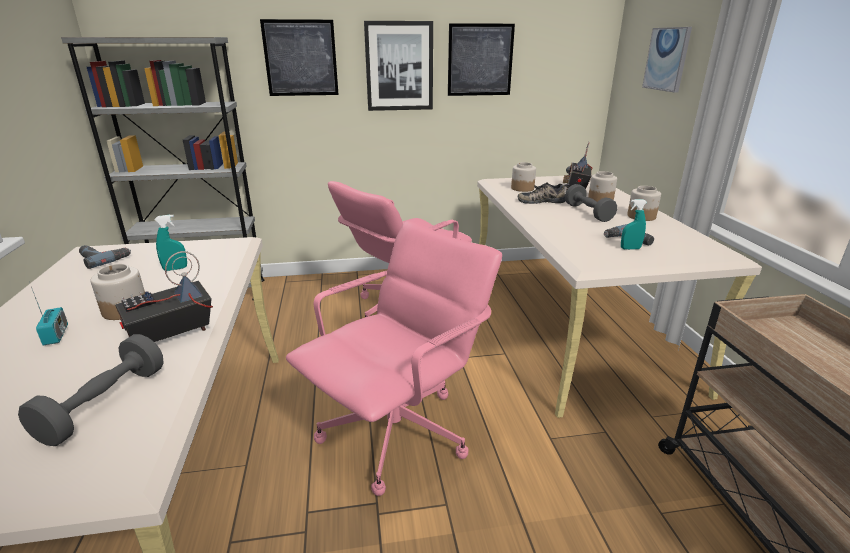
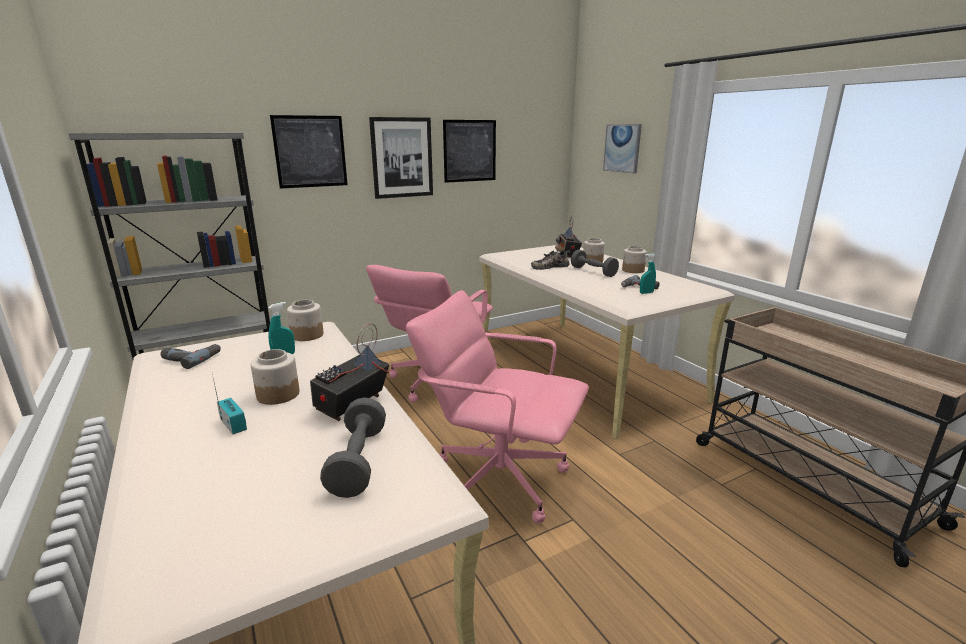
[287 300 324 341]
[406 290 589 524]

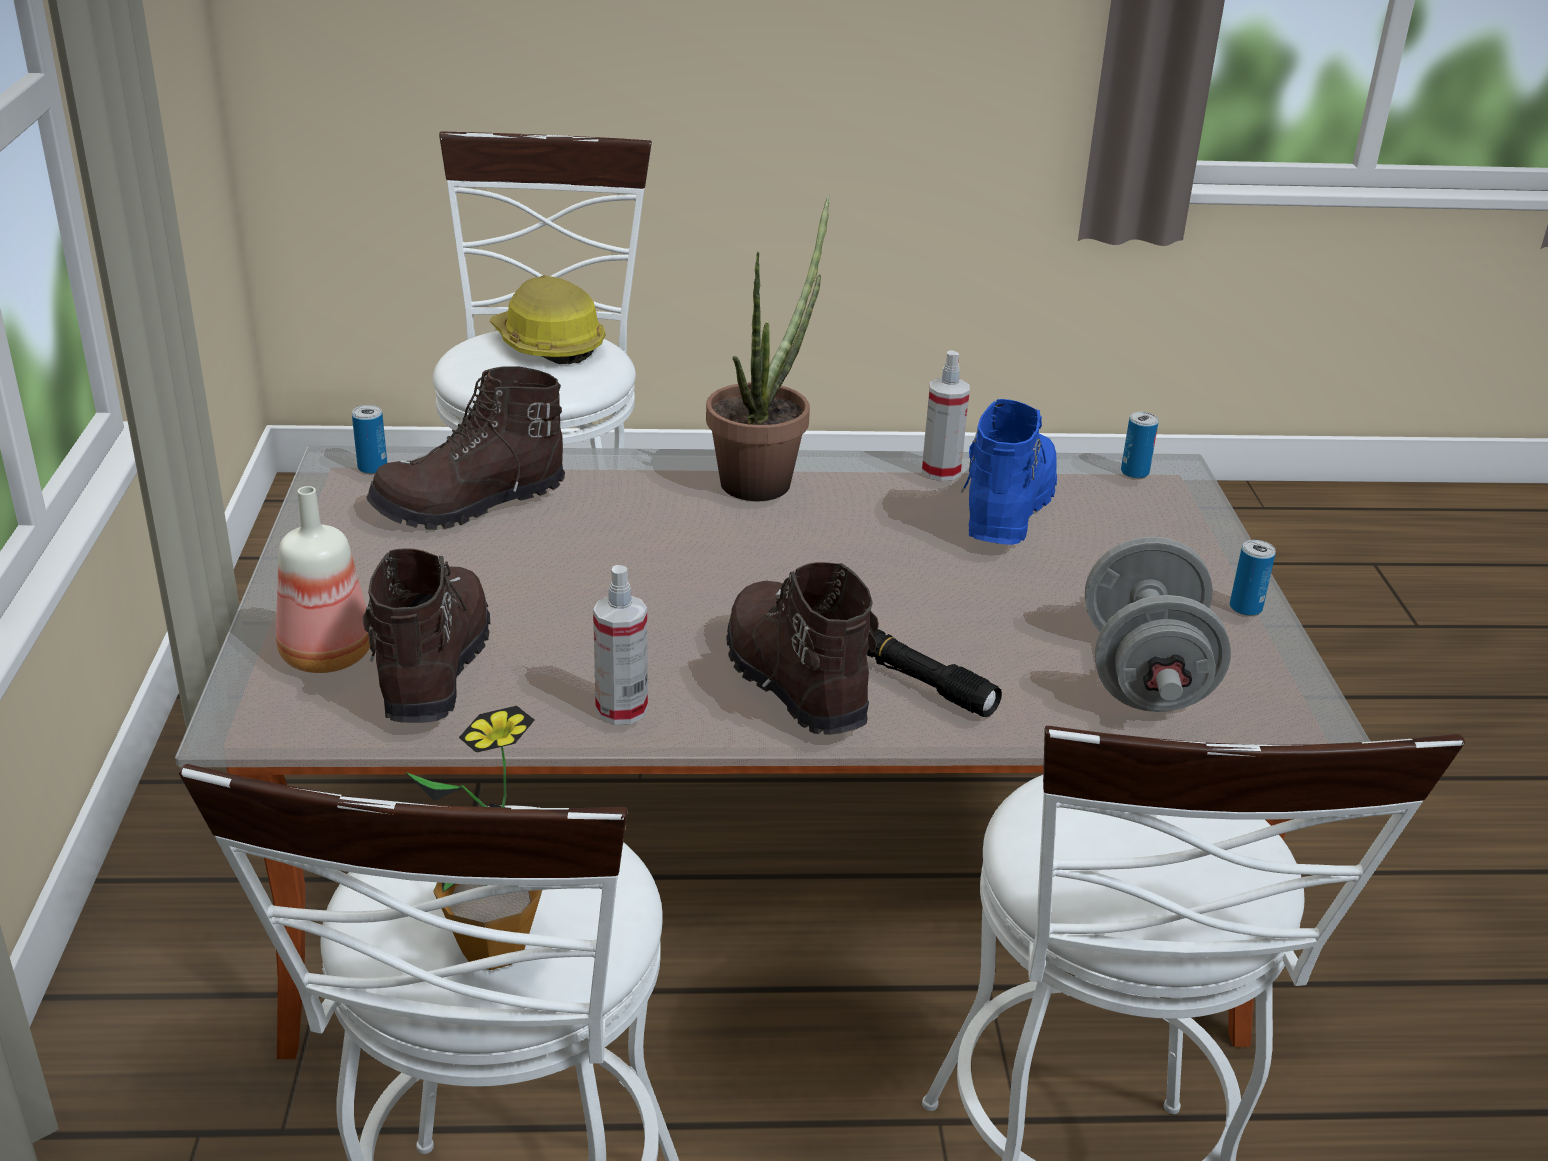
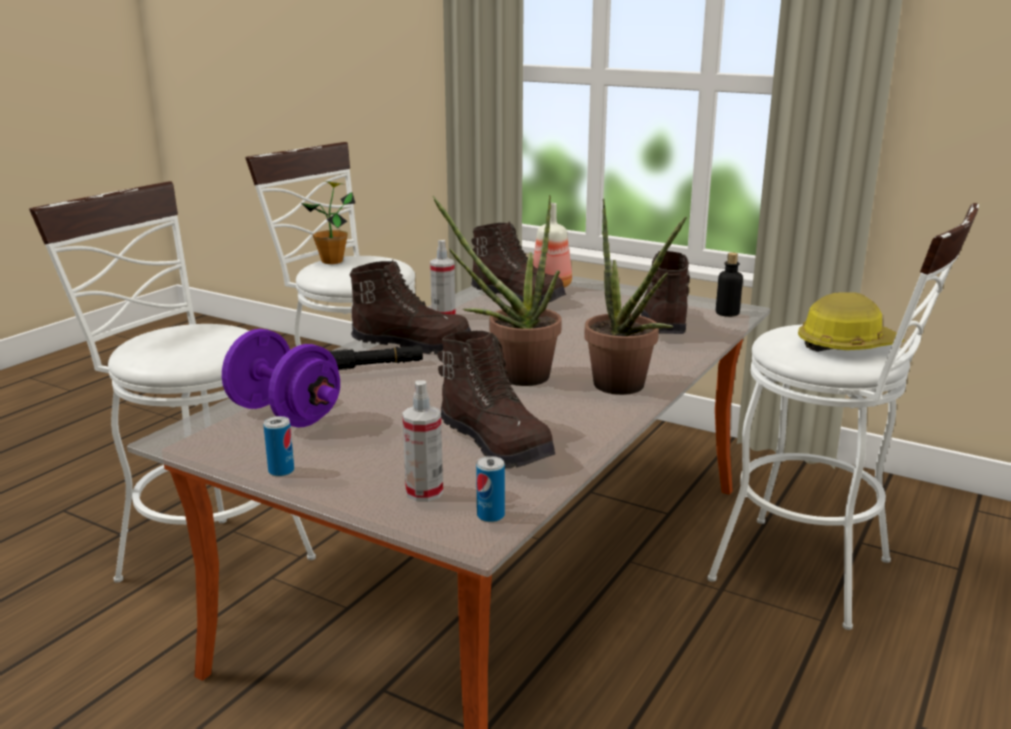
[222 329 340 427]
[402 381 443 502]
[432 195 562 386]
[437 331 555 469]
[716 252 743 317]

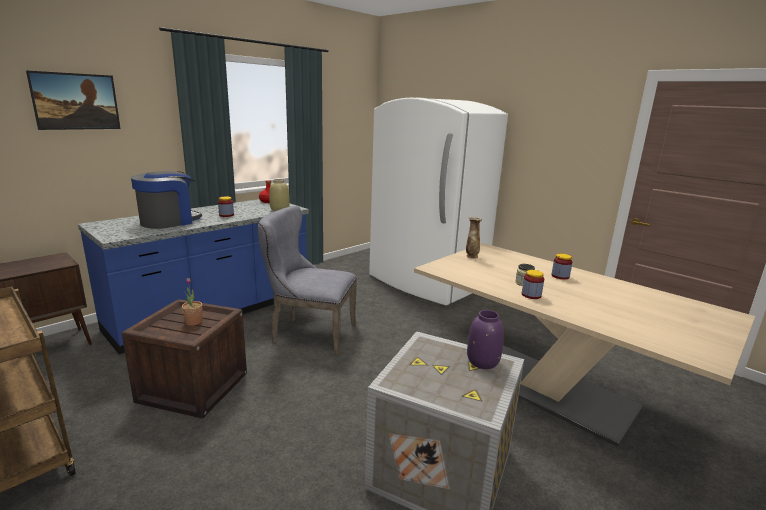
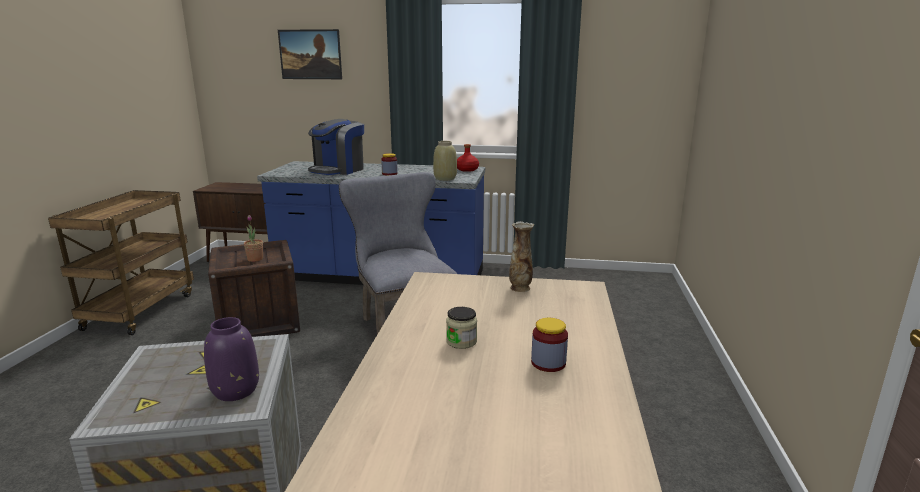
[308 119 364 175]
[369 98 508 305] (first image)
[522 270 544 299] (first image)

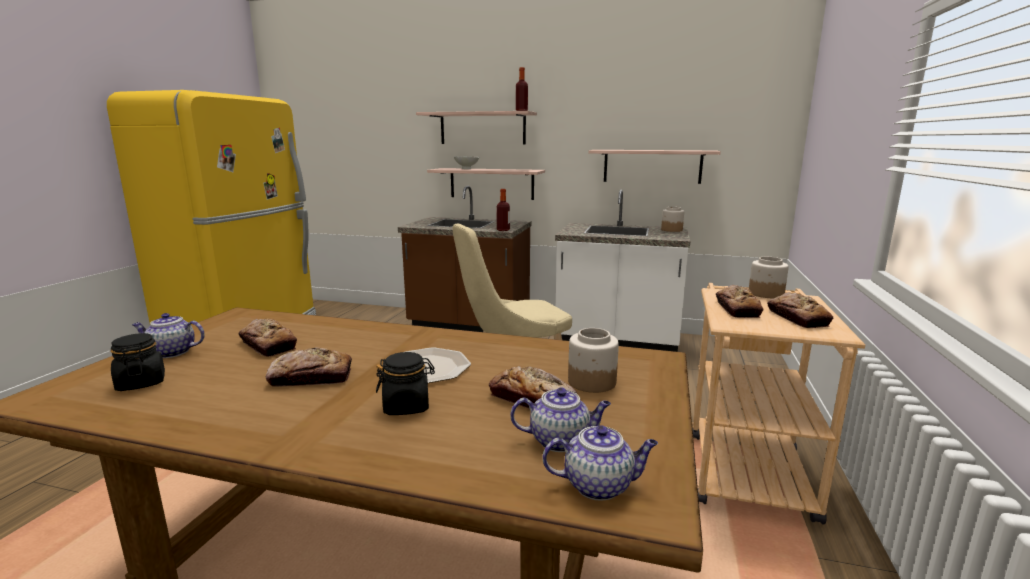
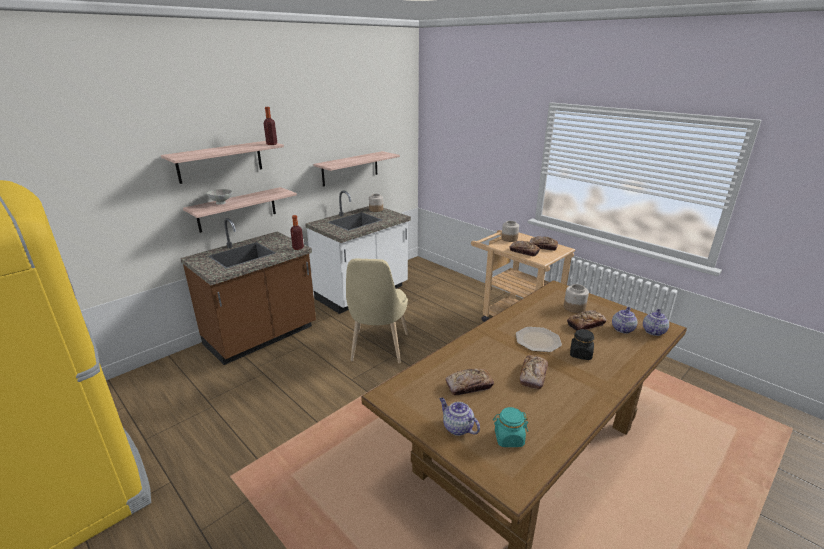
[440 398 480 436]
[493 407 528 447]

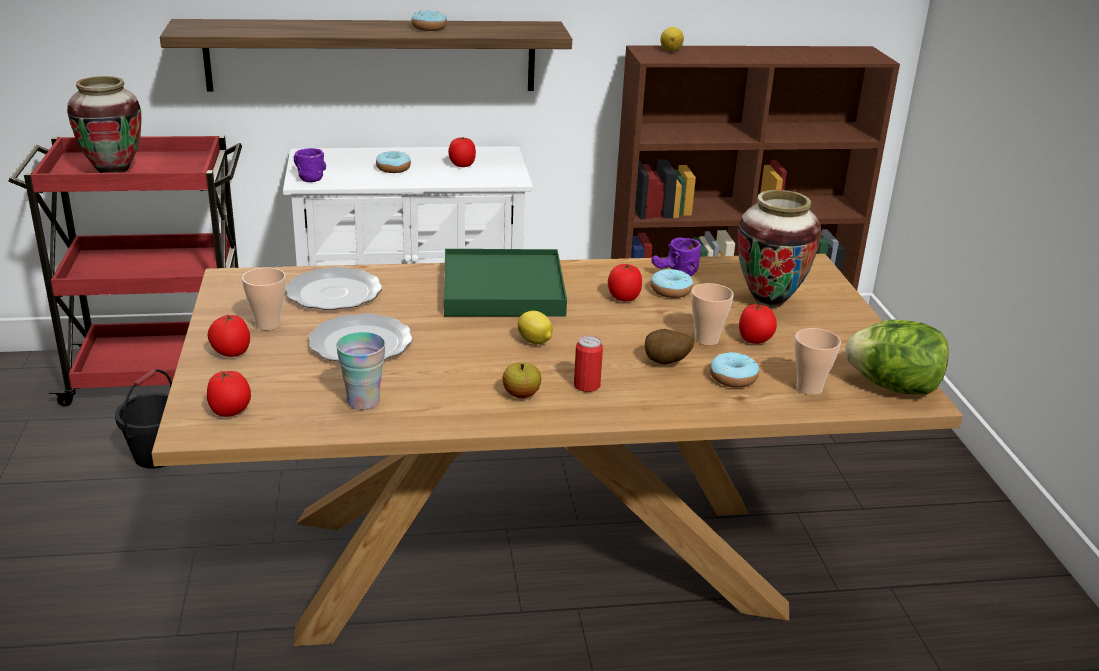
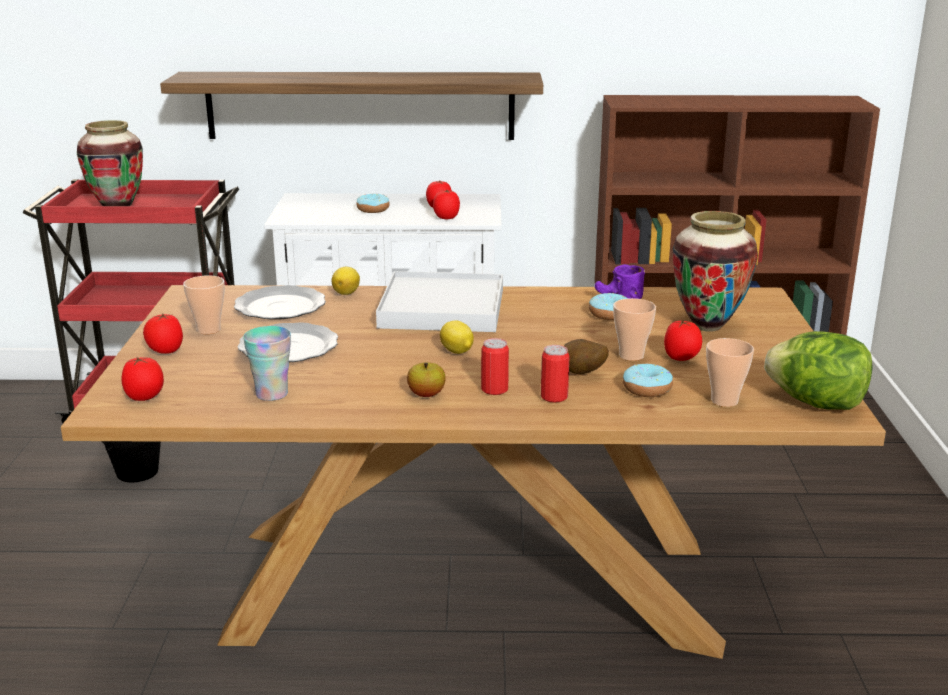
[332 267 360 295]
[376 271 503 332]
[433 190 460 219]
[541 345 570 403]
[294 148 326 182] (first image)
[411 10 447 31] (first image)

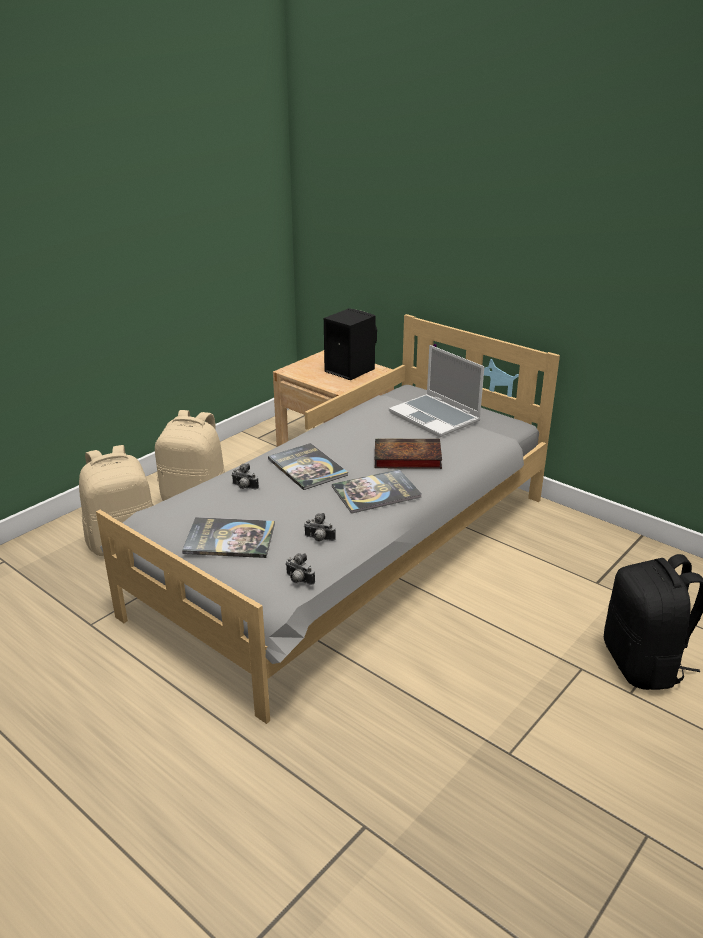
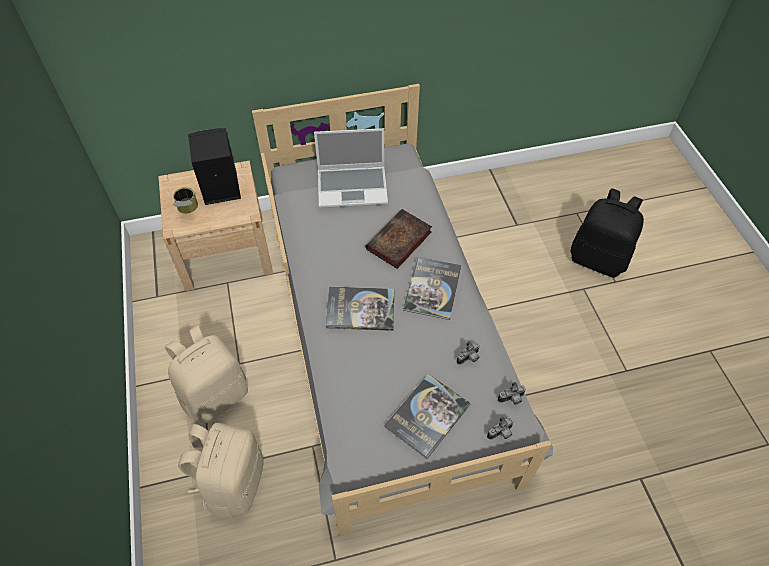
[173 187 198 214]
[487 417 514 440]

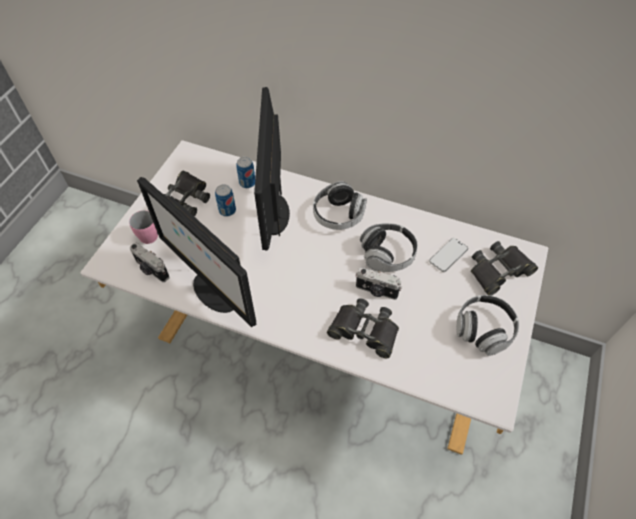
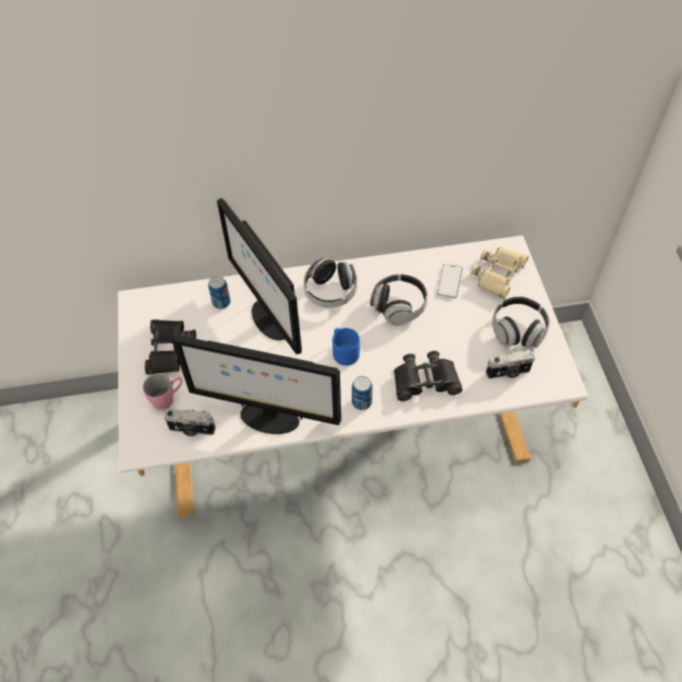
[332 328 360 366]
[352 376 373 410]
[471 247 529 300]
[486 350 535 379]

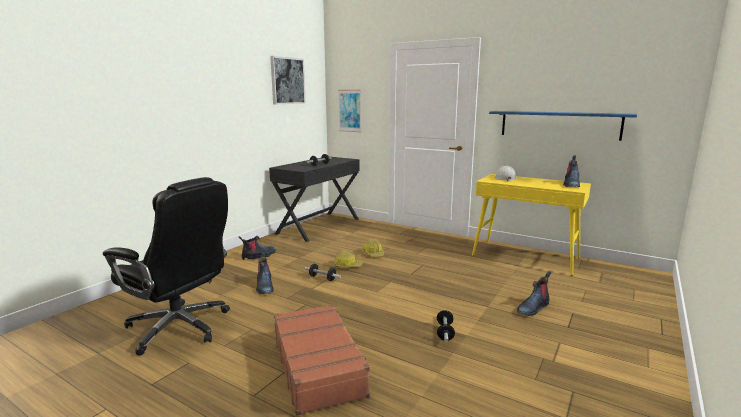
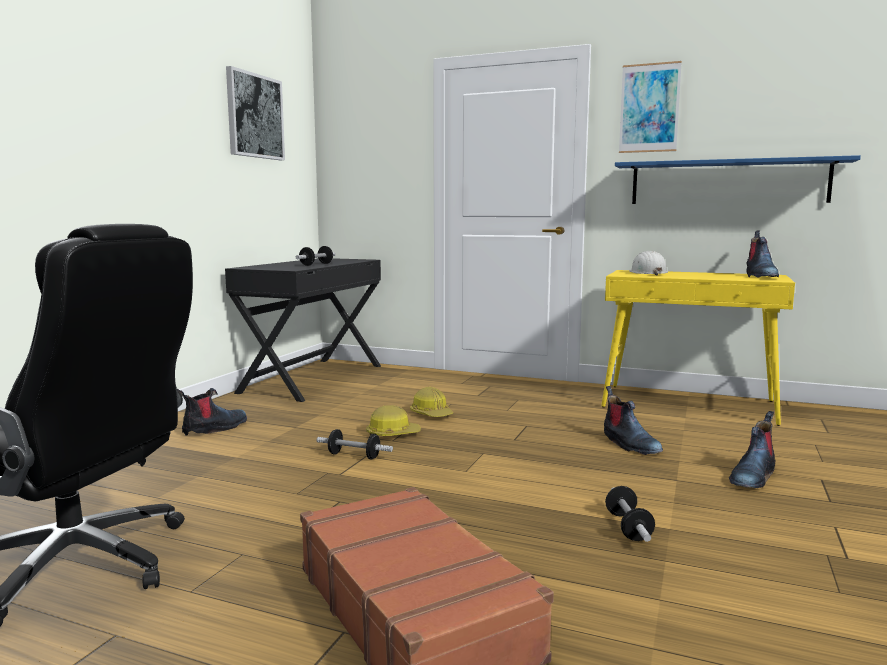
[604 386 663 455]
[619 61 682 153]

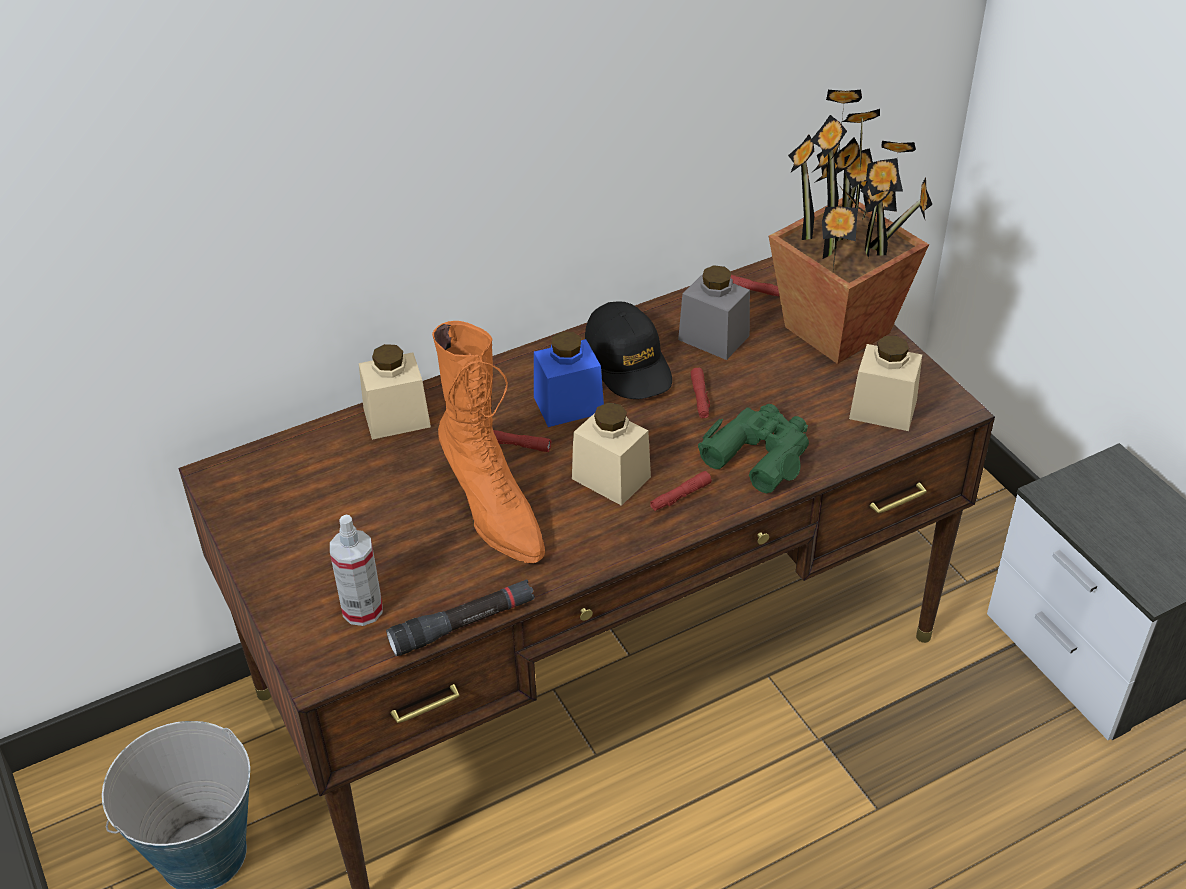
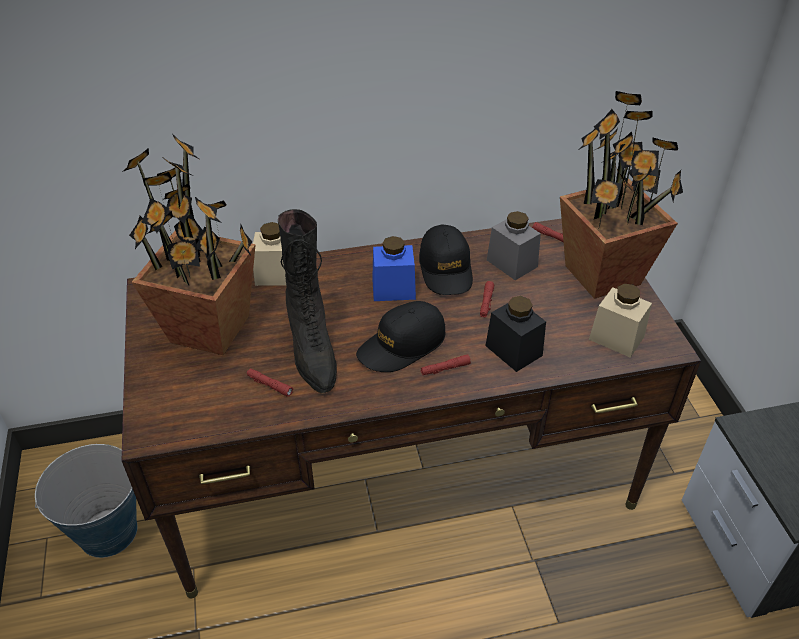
[122 134 256 355]
[247 368 293 397]
[278 209 337 394]
[356 301 445 372]
[485 296 546 372]
[330 514 383 626] (first image)
[386 579 535 656] (first image)

